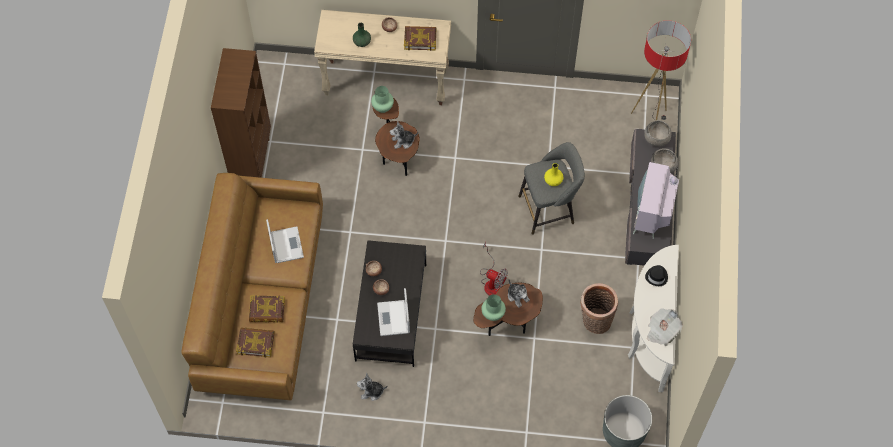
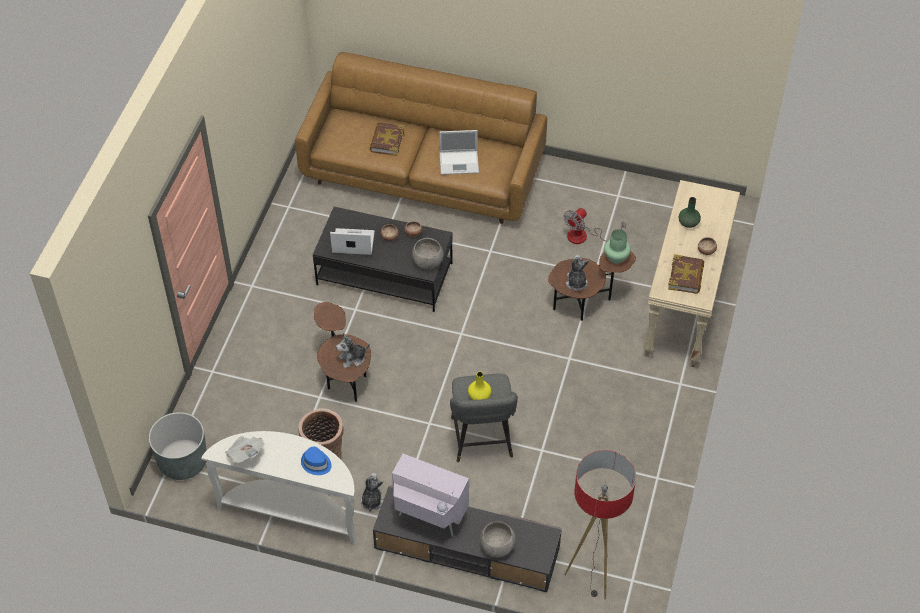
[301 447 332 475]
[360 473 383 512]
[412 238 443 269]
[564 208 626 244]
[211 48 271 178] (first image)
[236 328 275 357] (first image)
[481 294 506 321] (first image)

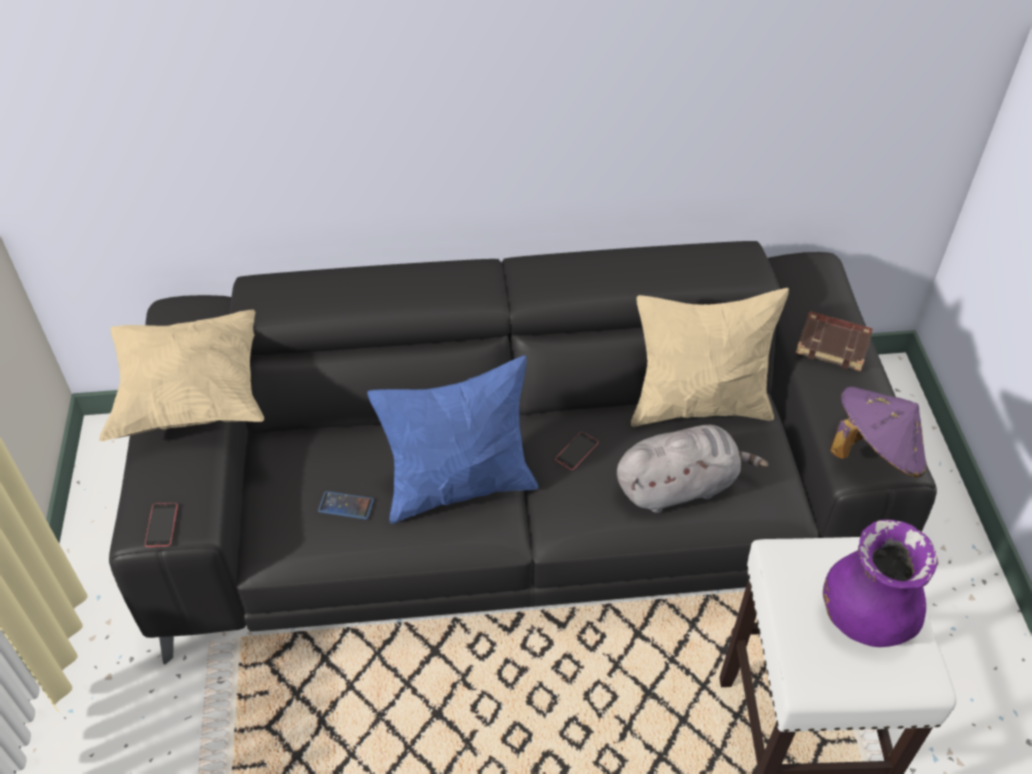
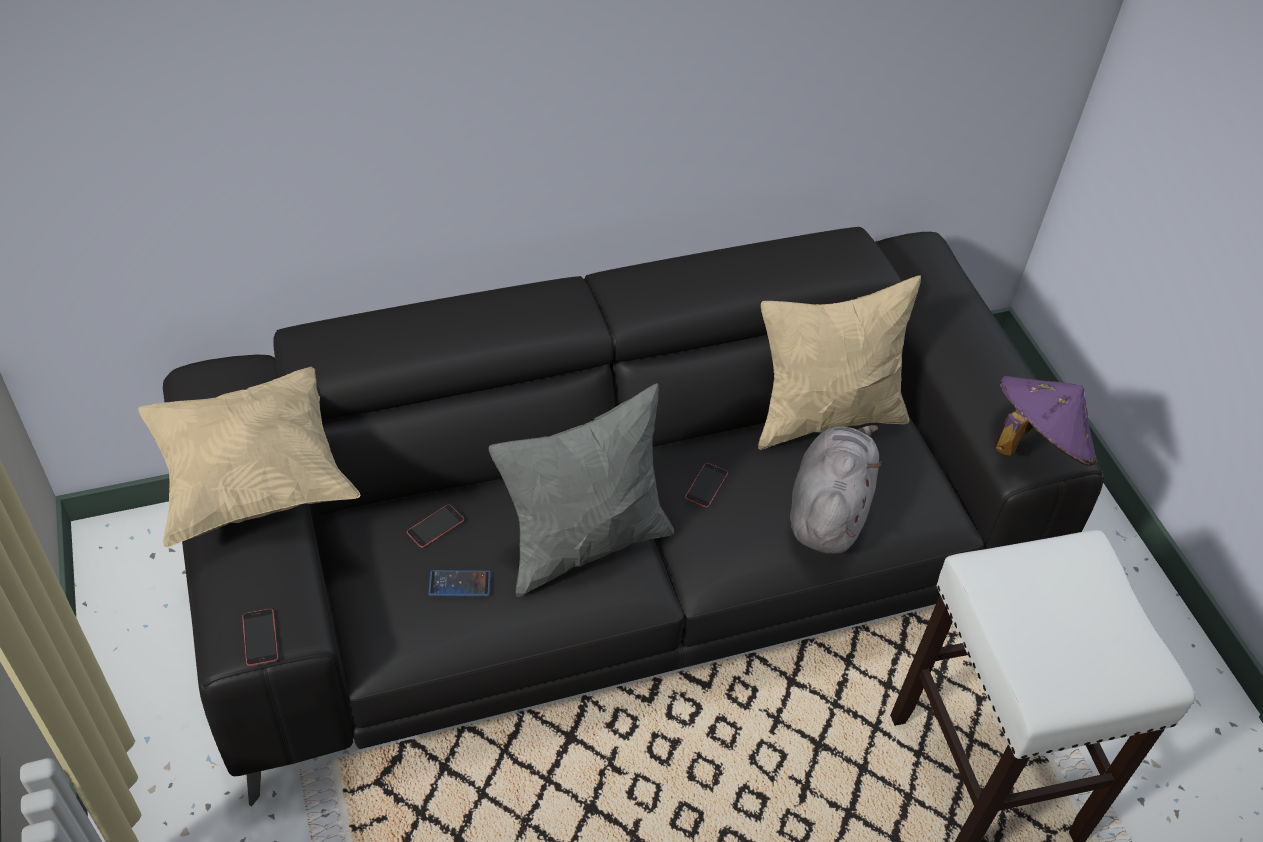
[407 504 464 548]
[489 383 674 597]
[790 425 881 554]
[796 311 873 371] (first image)
[823 520 938 647] (first image)

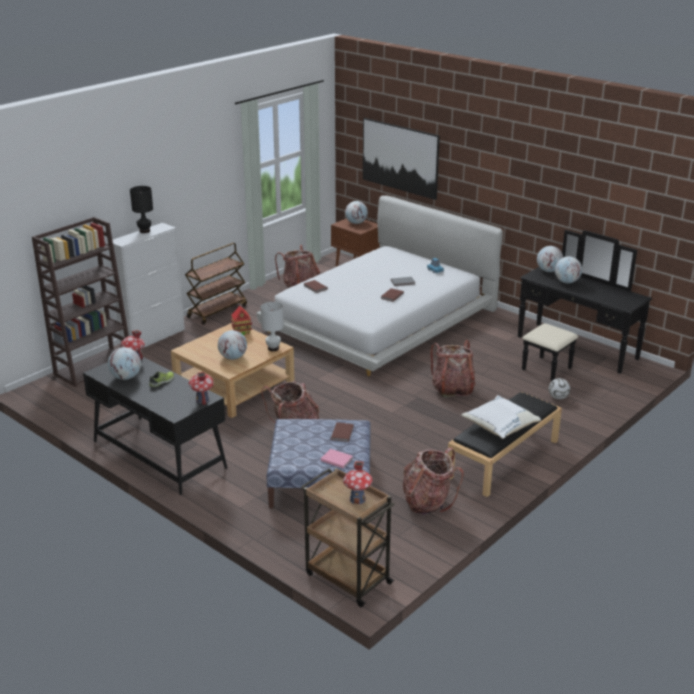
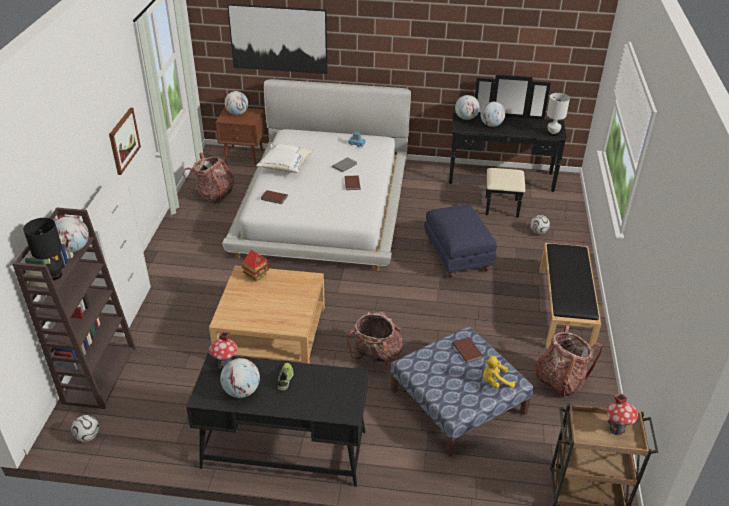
[23 218 62 280]
[55 216 89 252]
[71 415 99 442]
[109 108 141 175]
[256 144 313 173]
[424 205 497 278]
[483 356 515 389]
[547 93 570 137]
[185 243 247 325] (first image)
[189 372 214 405] (first image)

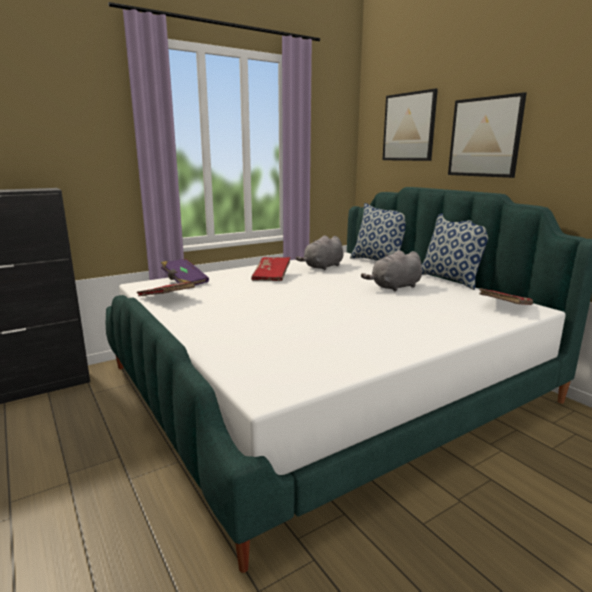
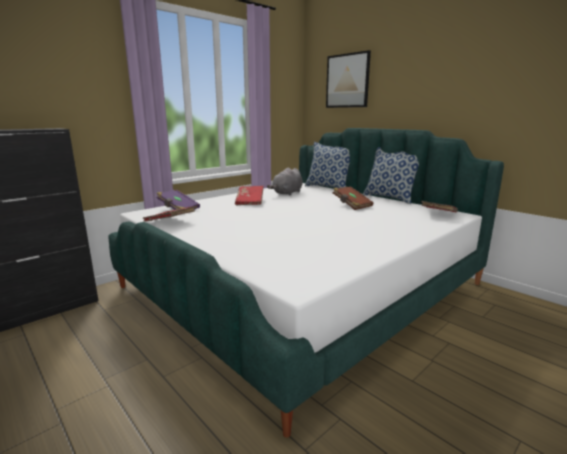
[333 186 373 210]
[448 92 527 178] (first image)

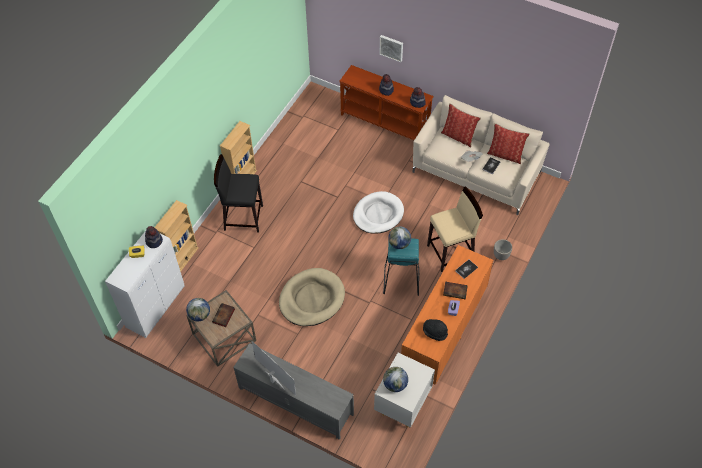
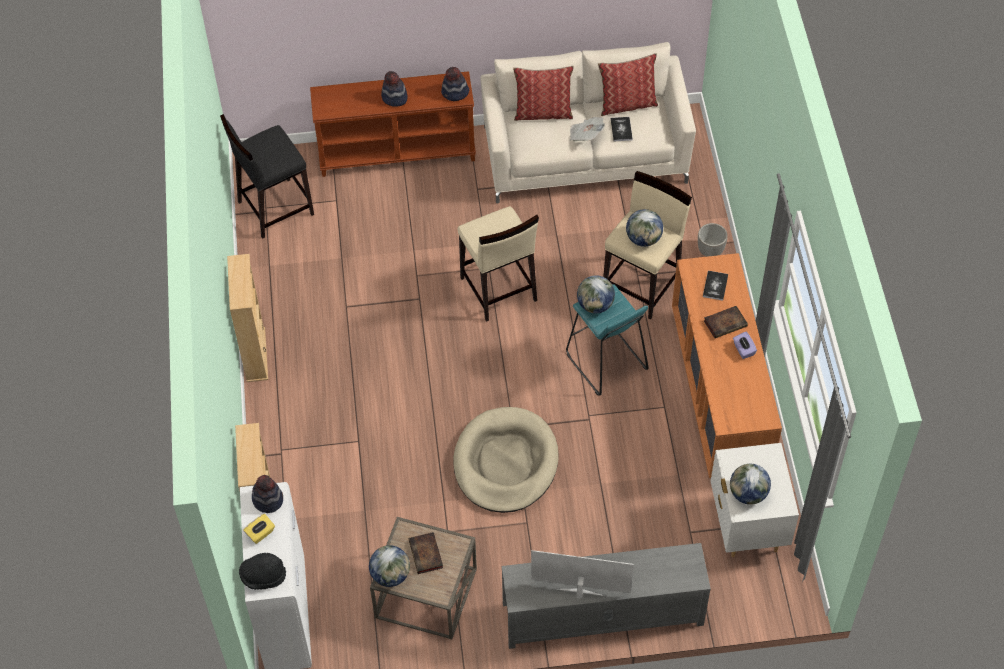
[220 114 314 239]
[239 553 286 590]
[458 206 539 322]
[626 209 663 247]
[379 35 403 62] (first image)

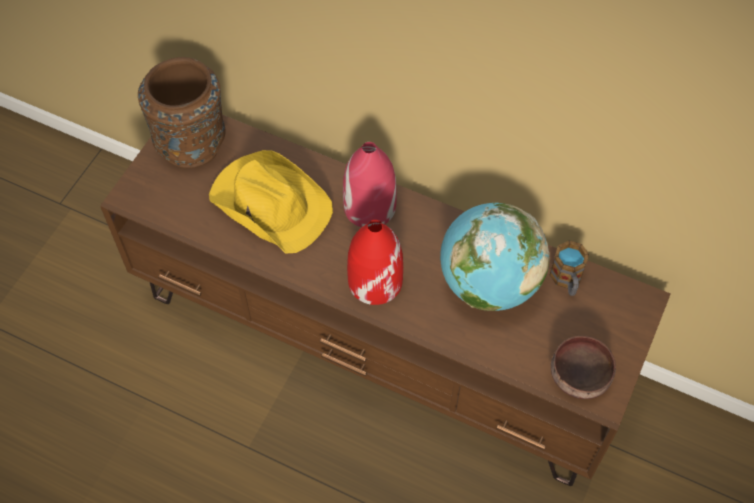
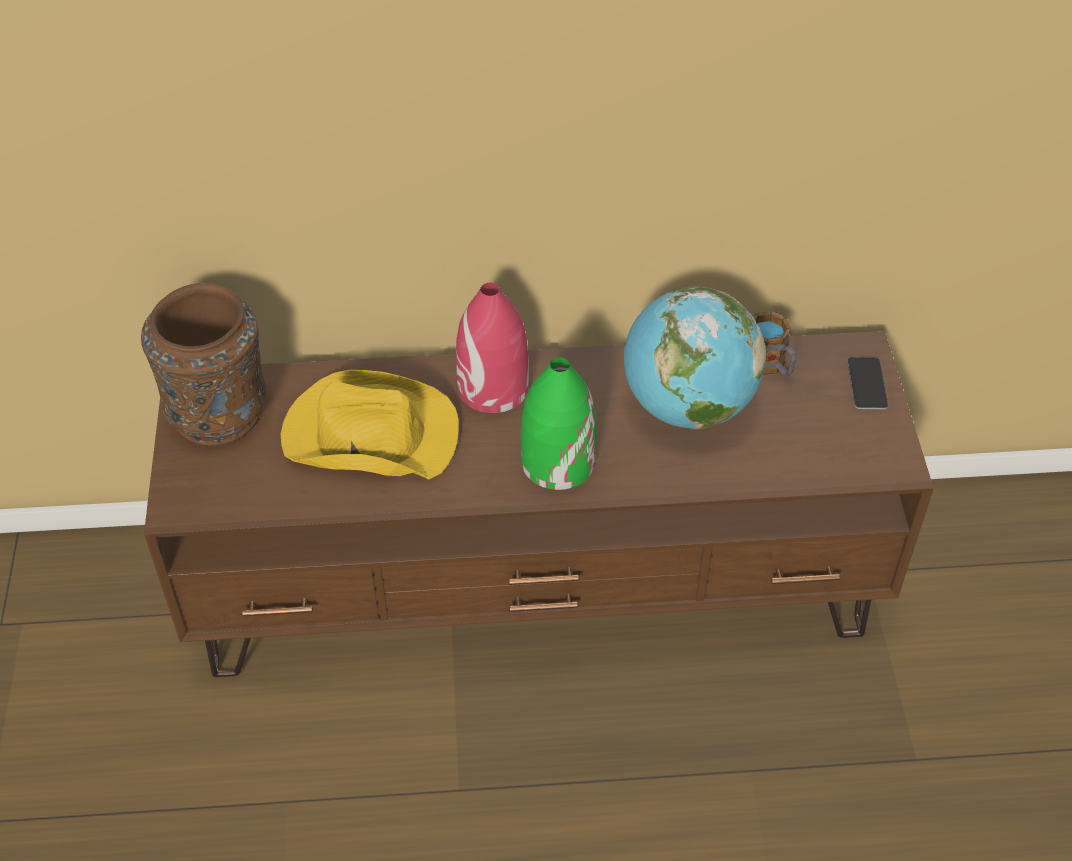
[521 357 597 490]
[847 357 888 410]
[551 336 616 399] (first image)

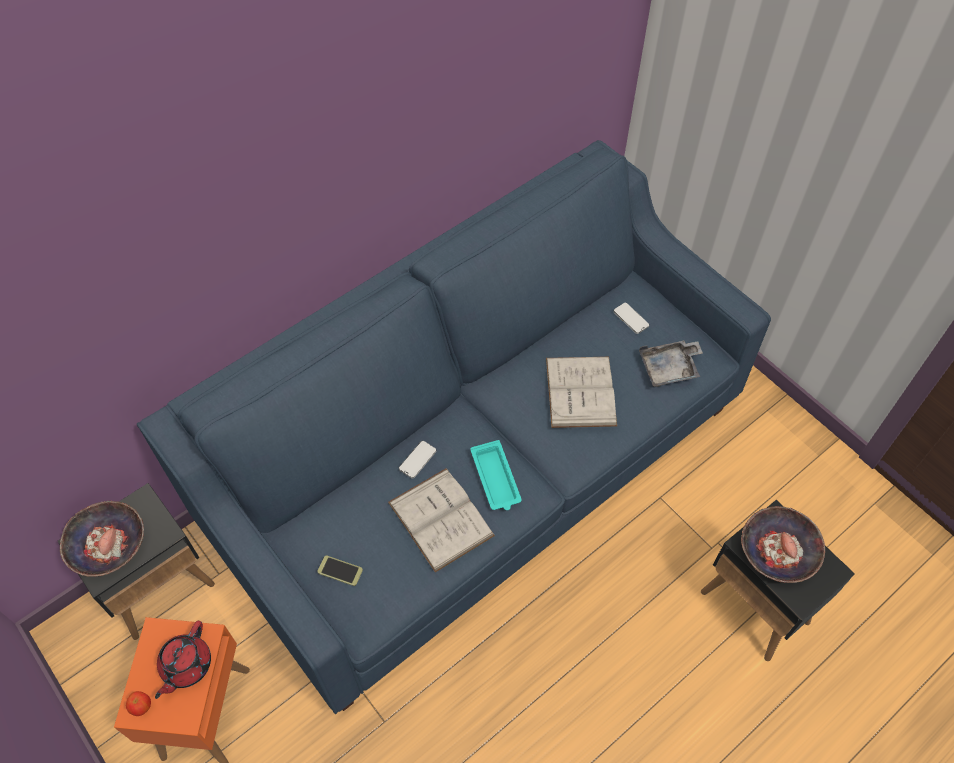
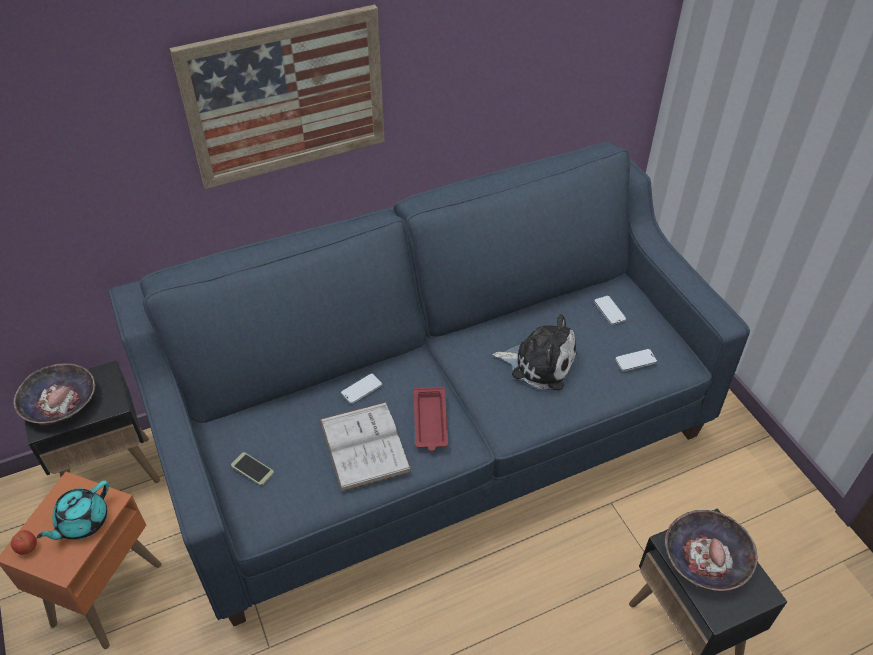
[37 480 109 540]
[170 4 385 189]
[414 387 448 451]
[493 314 576 391]
[615 349 657 371]

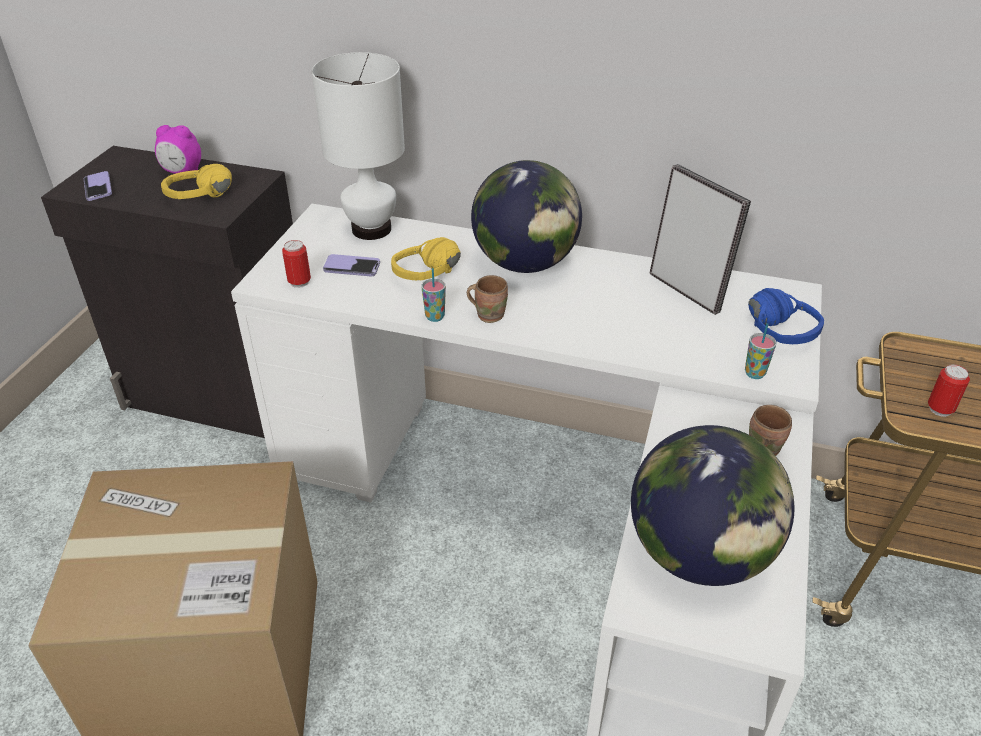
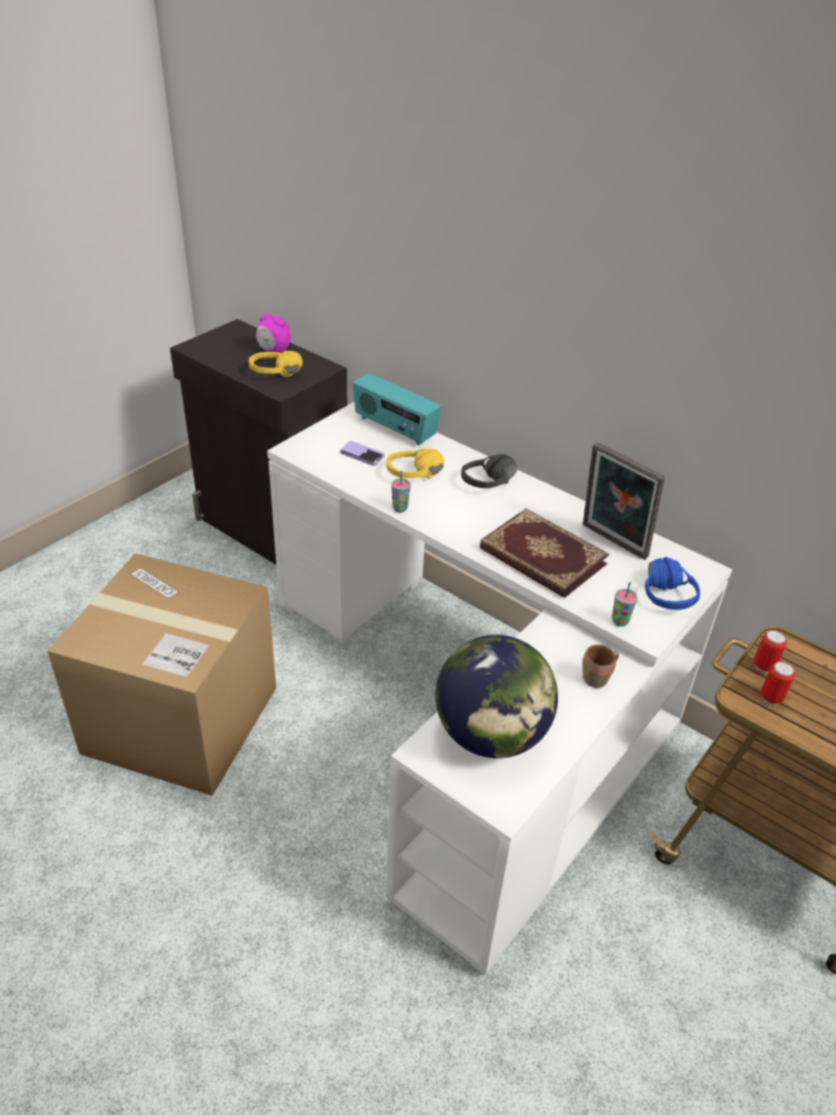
[353 373 441 446]
[461 454 517 489]
[480 509 609 598]
[583 443 665 560]
[754 630 787 673]
[84 171 112 201] (first image)
[467 275 508 323] (first image)

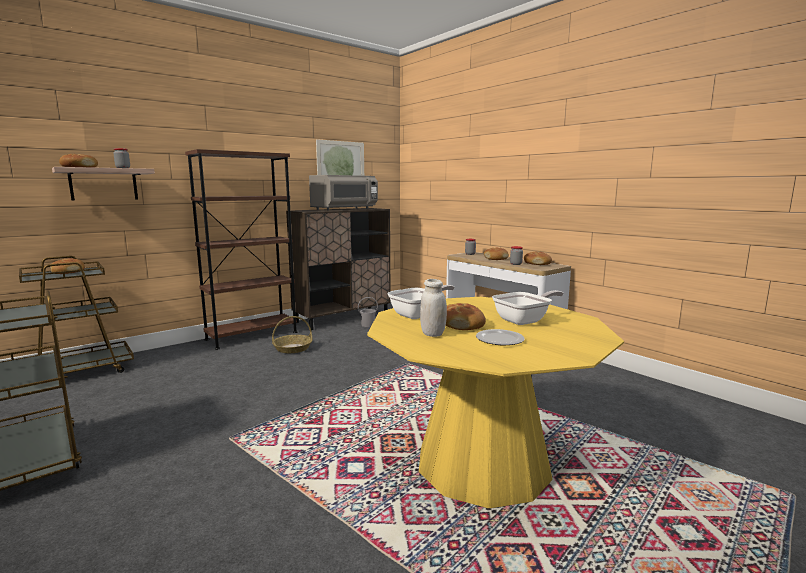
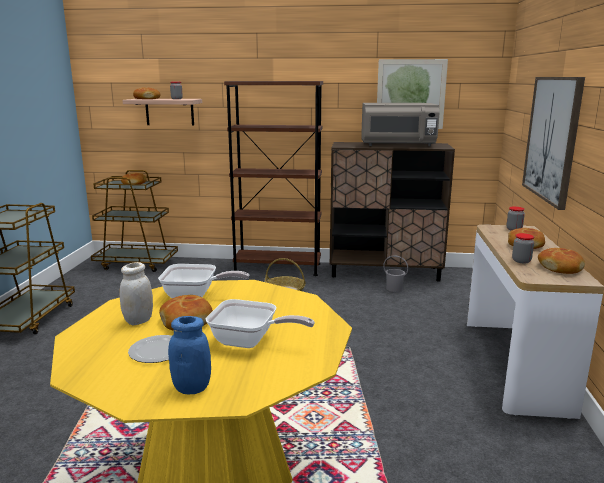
[168 316 211 394]
[522 77 585 210]

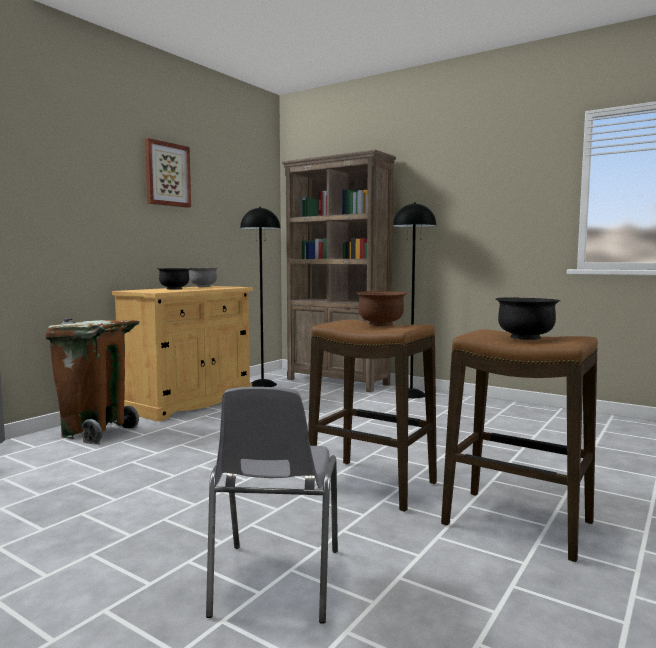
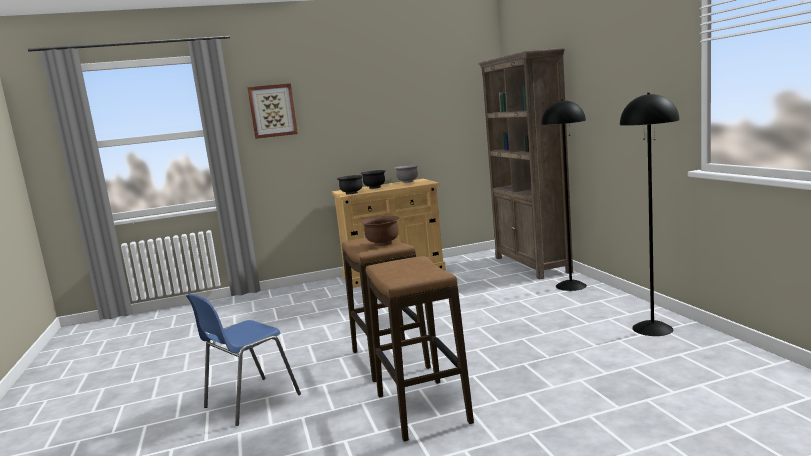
[186 294 301 426]
[247 83 298 139]
[337 175 363 194]
[620 93 680 336]
[46 318 139 445] (first image)

